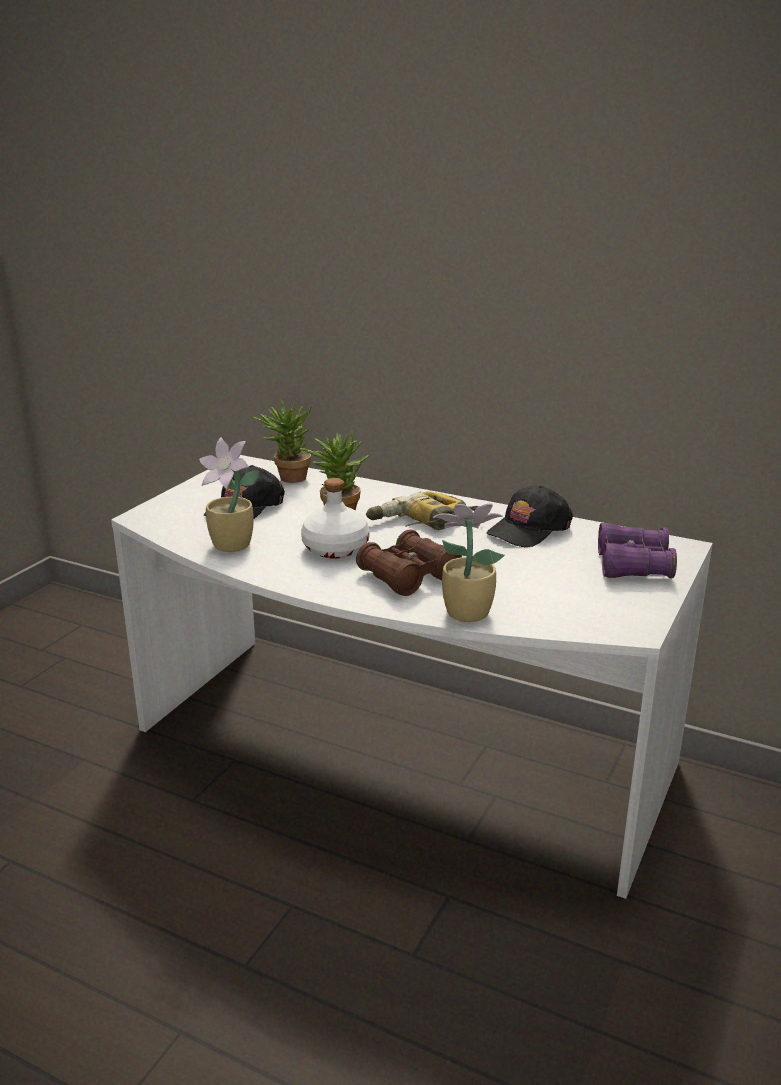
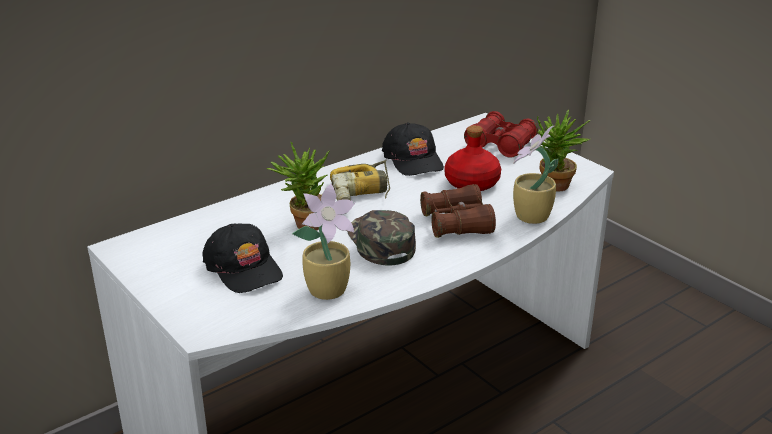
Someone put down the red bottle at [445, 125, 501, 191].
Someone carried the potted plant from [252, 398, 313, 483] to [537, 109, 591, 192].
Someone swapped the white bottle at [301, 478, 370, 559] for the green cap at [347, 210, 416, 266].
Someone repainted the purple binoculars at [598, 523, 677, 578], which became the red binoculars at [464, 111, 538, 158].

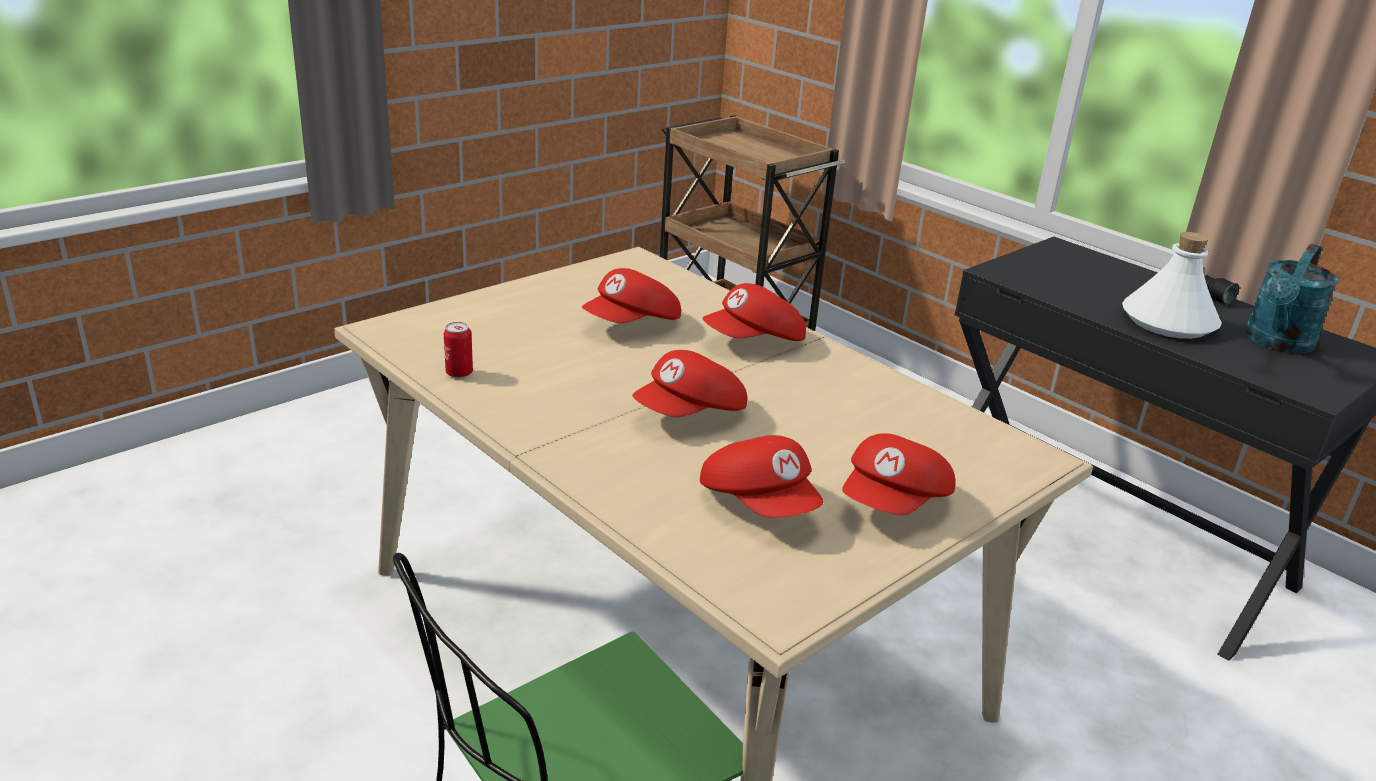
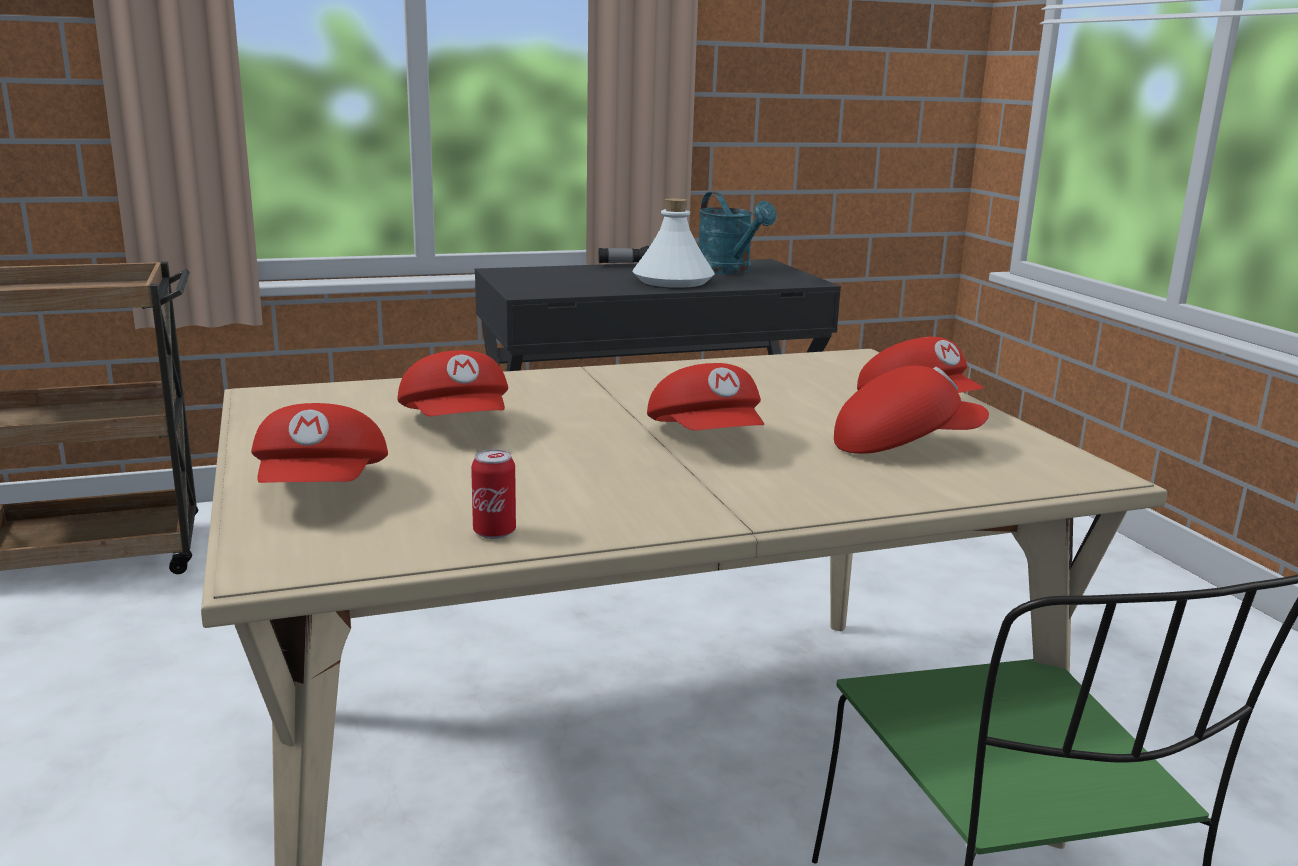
Someone carried the red cap from [703, 283, 806, 341] to [251, 403, 388, 483].

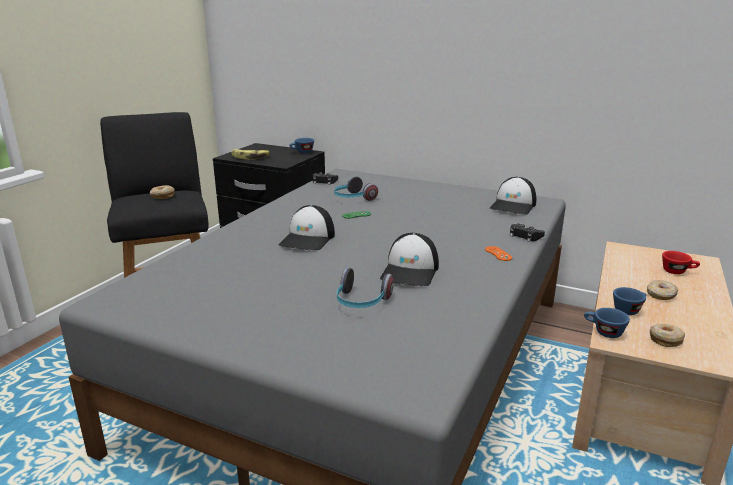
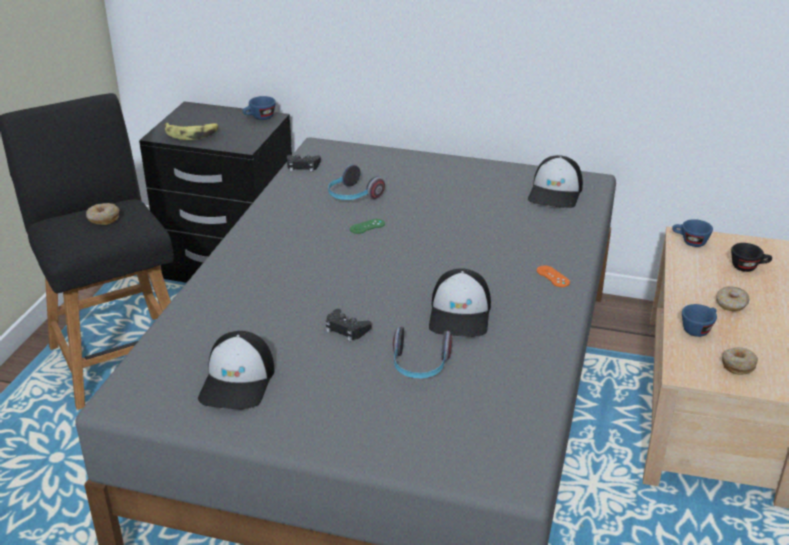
Someone carried the cap from [279, 205, 335, 250] to [198, 331, 275, 409].
Someone carried the black game controller from [510, 223, 545, 242] to [326, 309, 371, 341].
Someone carried the blue cup from [584, 308, 630, 338] to [672, 219, 713, 247].
Someone repainted the red cup at [662, 251, 700, 274], which became the black cup at [731, 243, 772, 272].

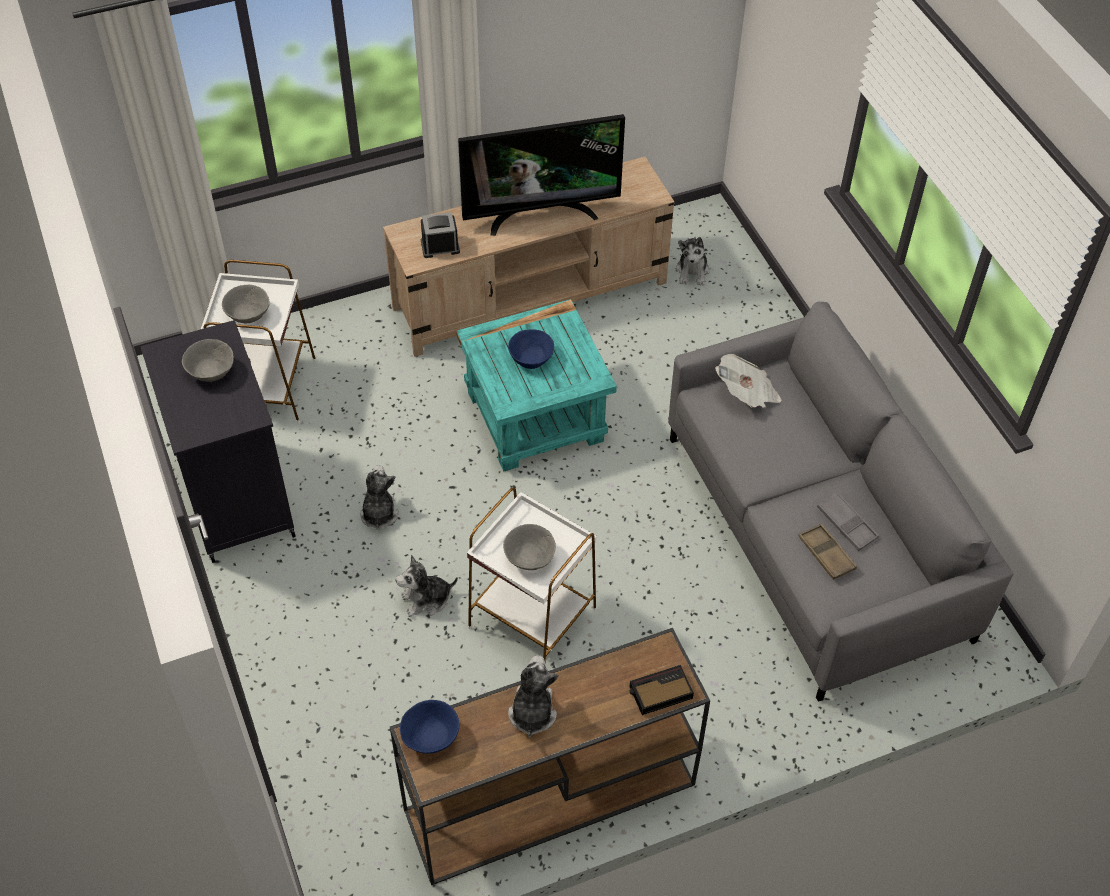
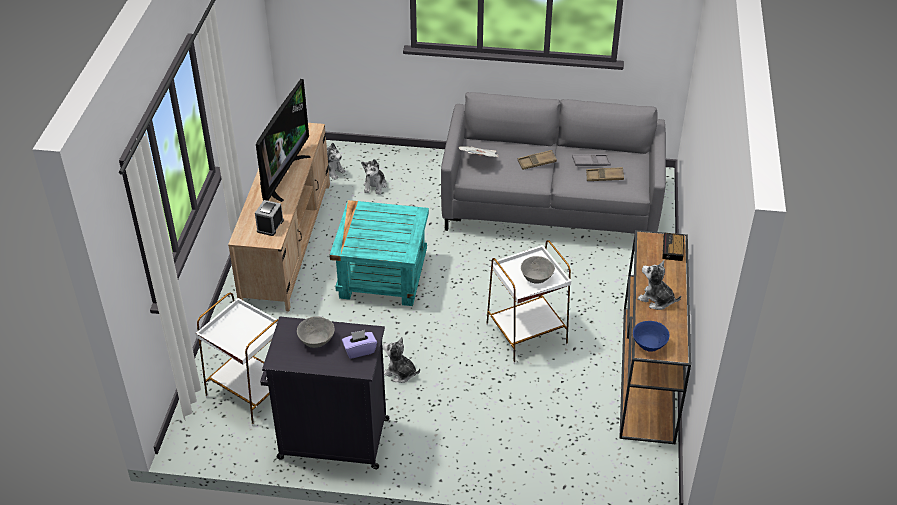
Someone took away the grey bowl at [222, 285, 270, 323].
Someone took away the blue bowl at [508, 329, 554, 369].
Someone put down the purple tissue box at [342, 330, 377, 359].
Someone put down the brown tray at [518, 150, 557, 170].
Someone carried the plush toy from [395, 555, 458, 617] to [361, 159, 387, 195].

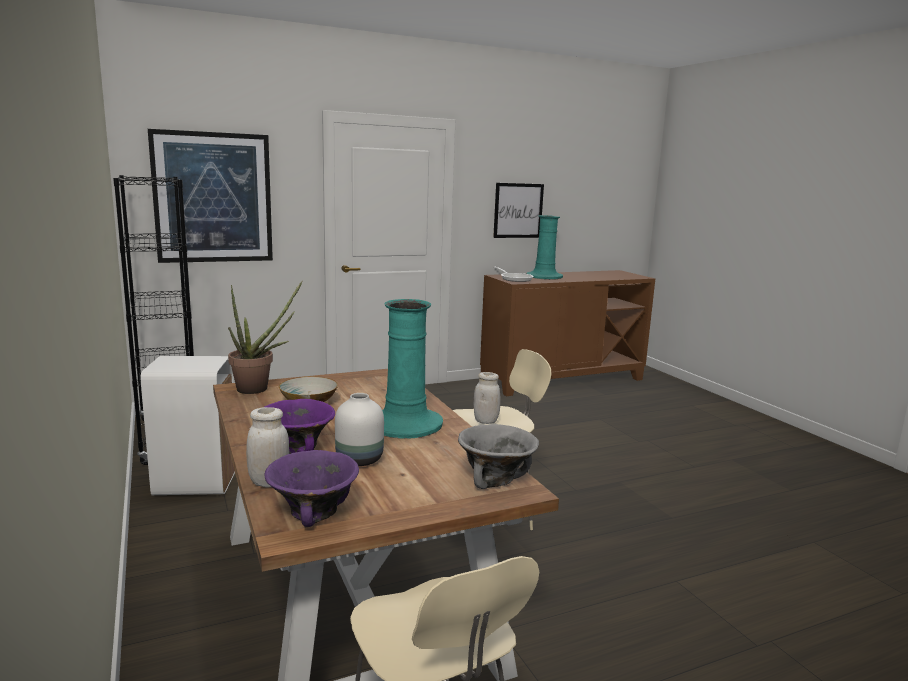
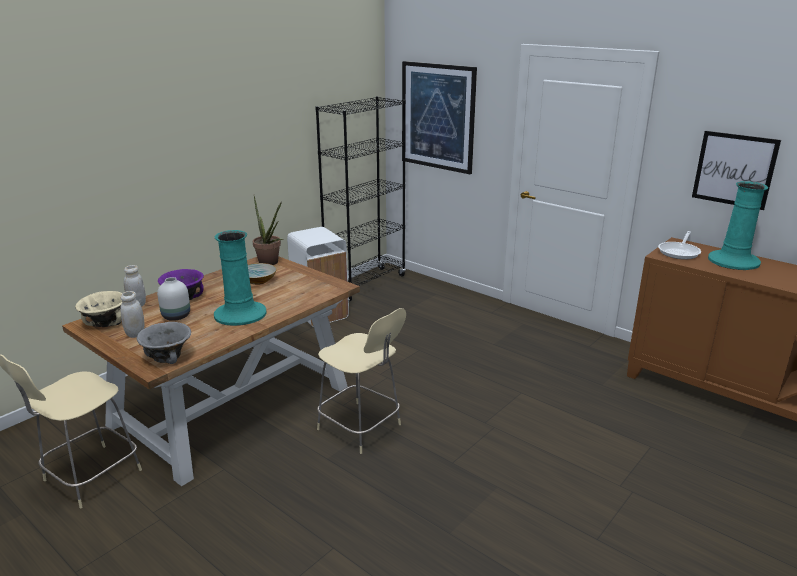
Someone carried the white jar from [474, 372, 501, 424] to [120, 291, 144, 338].
Someone repainted the purple bowl at [265, 450, 359, 527], which became the beige bowl at [75, 291, 122, 327].

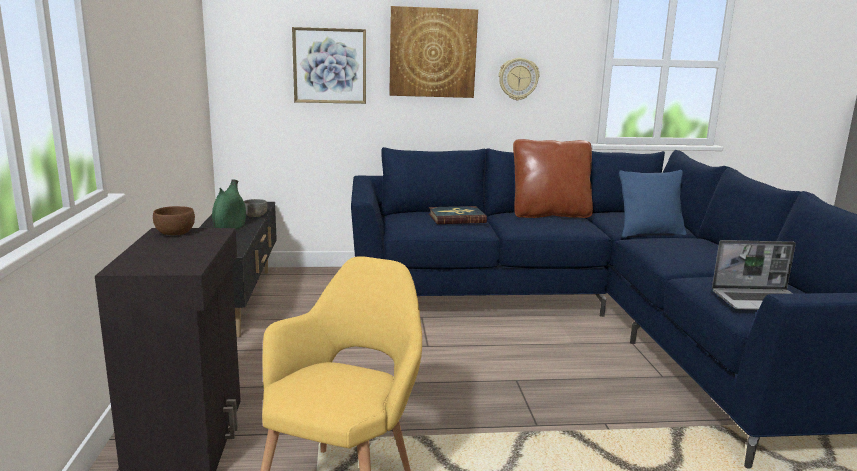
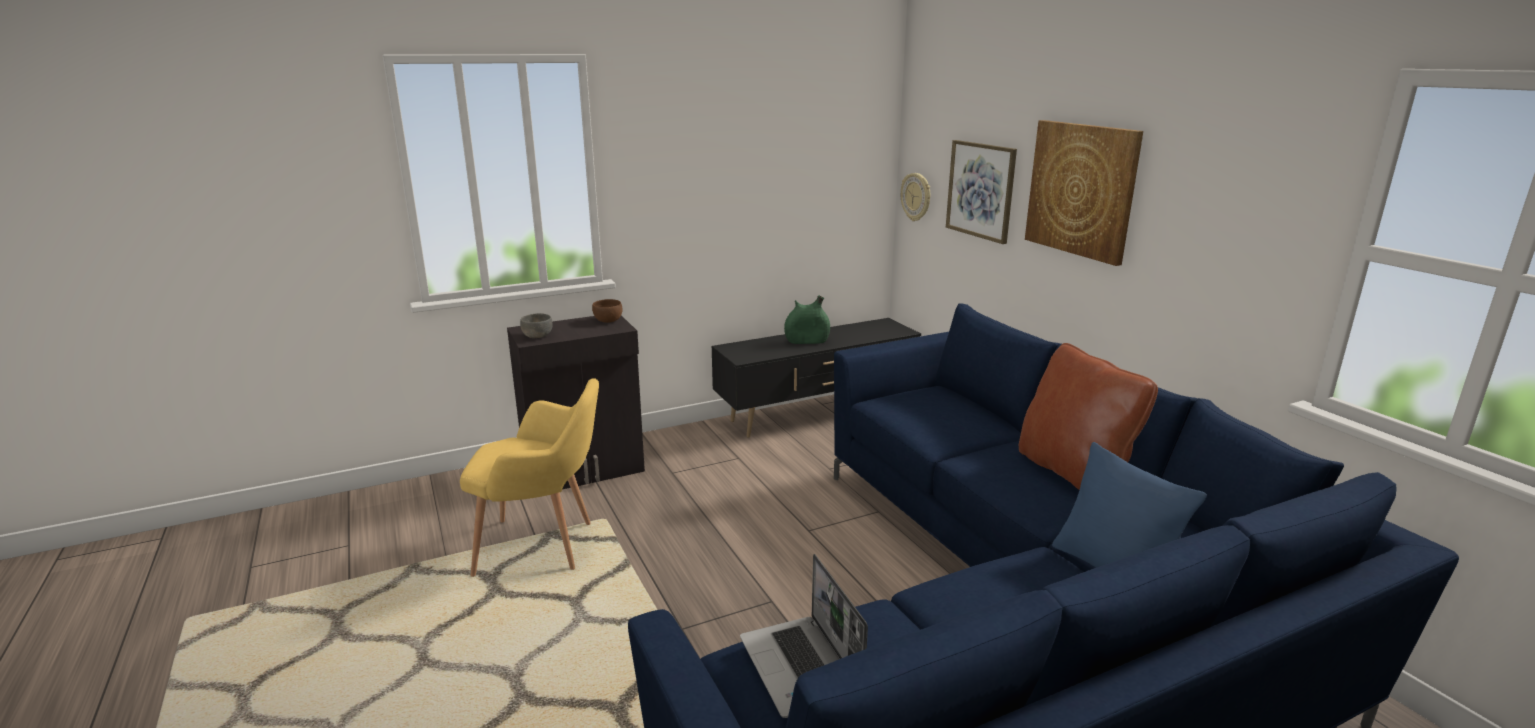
Someone took away the book at [429, 206, 487, 224].
Someone carried the grey bowl from [244, 199, 268, 217] to [520, 313, 553, 338].
Someone carried the wall clock from [499, 58, 539, 100] to [901, 173, 930, 221].

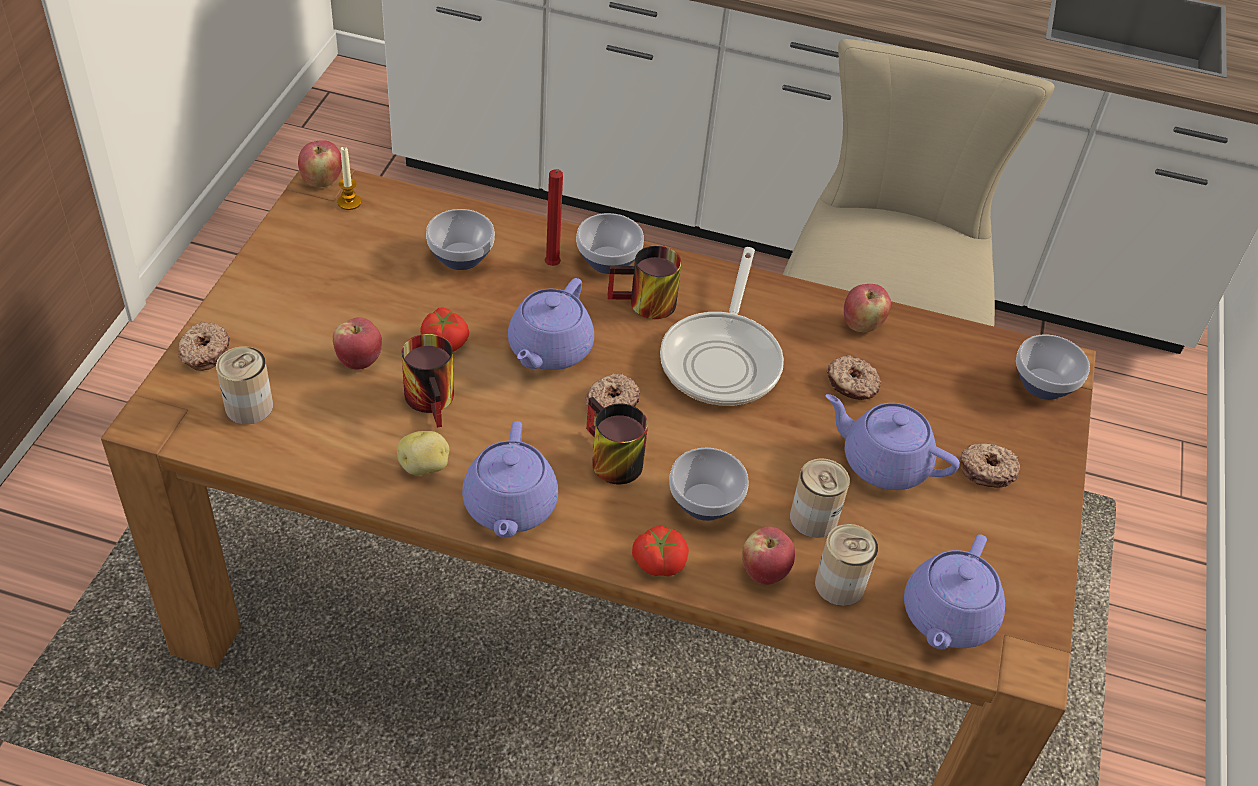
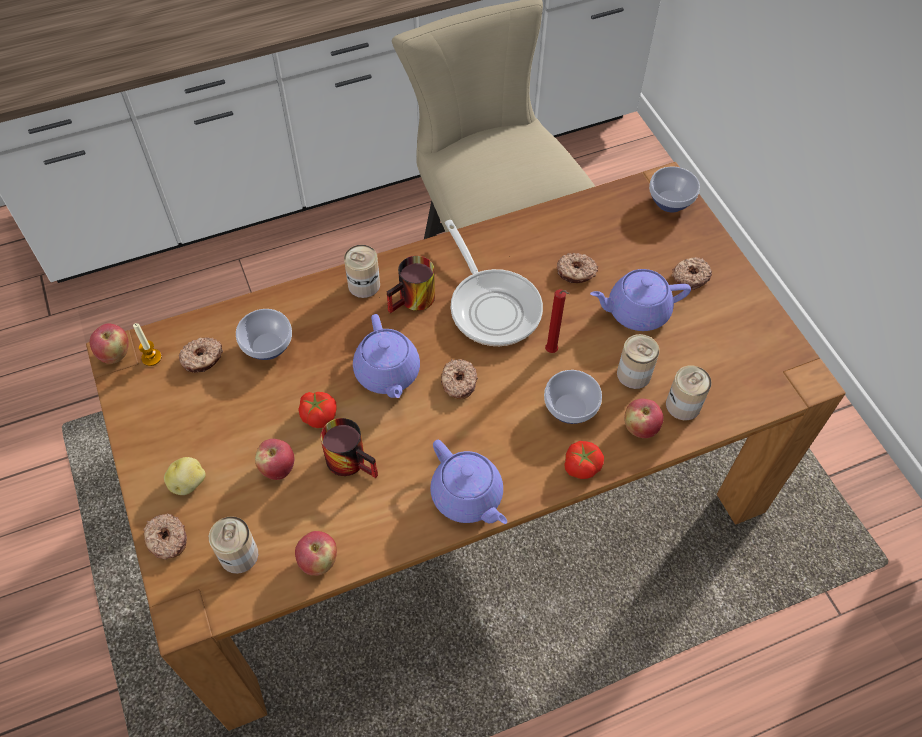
Someone took away the mug at [586, 397, 648, 484].
Someone took away the purple teapot at [904, 534, 1005, 650].
Someone put down the donut at [179, 337, 223, 373].
Someone carried the potato from [397, 431, 449, 475] to [164, 457, 206, 495].
Someone carried the red candle from [545, 169, 563, 266] to [545, 289, 570, 353].
Someone carried the apple from [844, 284, 891, 333] to [295, 531, 337, 576].
Someone swapped the bowl at [576, 213, 644, 274] for the can at [344, 245, 380, 298].

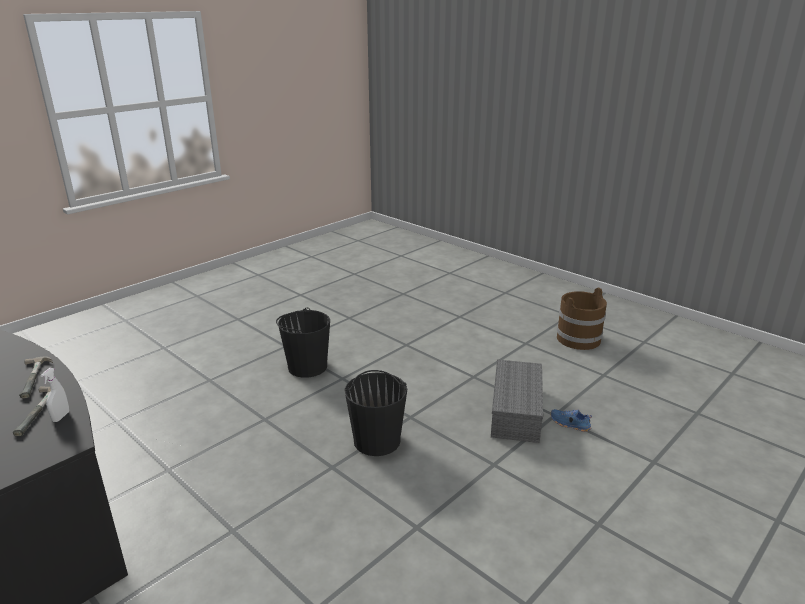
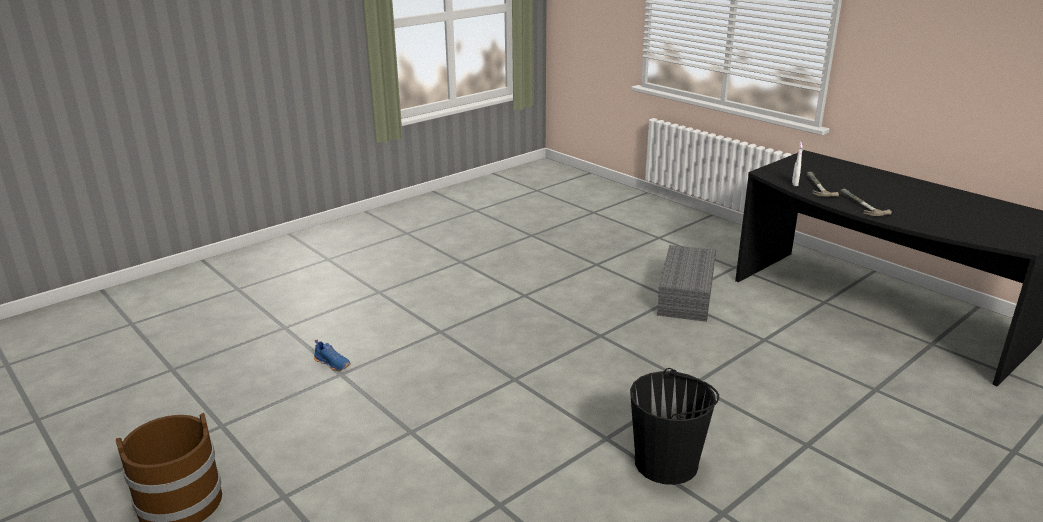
Someone took away the black bucket at [344, 370, 407, 456].
Someone carried the grey storage box from [491, 360, 543, 443] to [657, 245, 716, 322].

